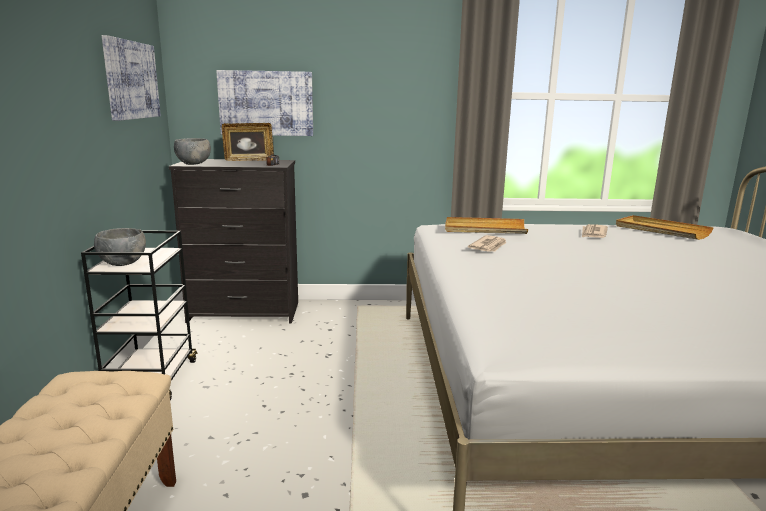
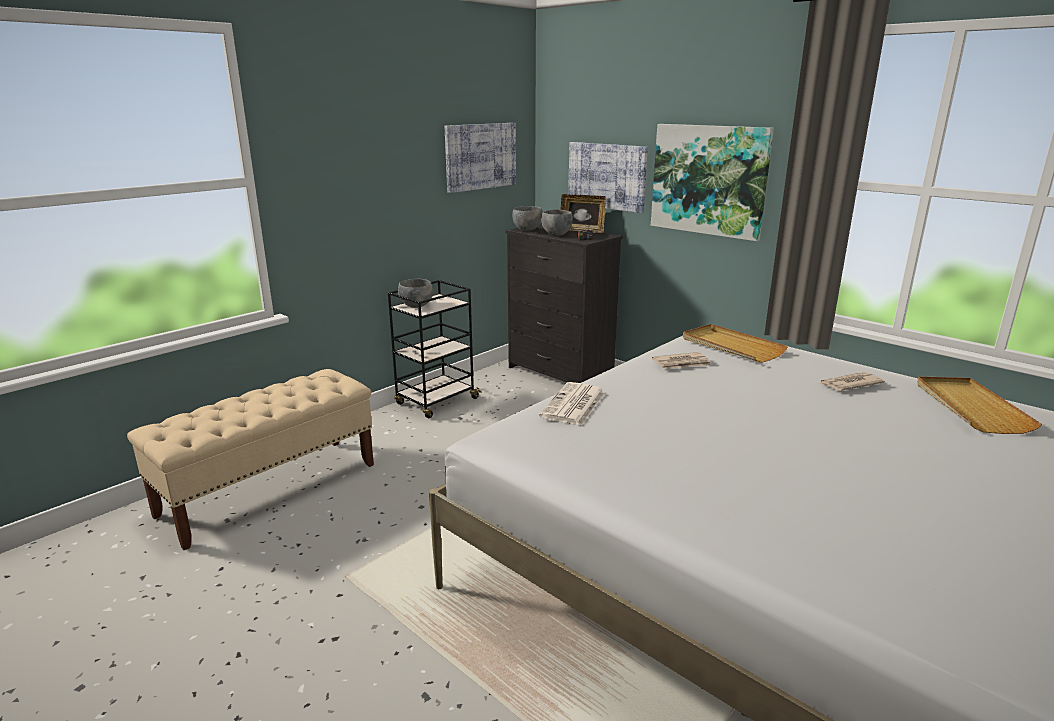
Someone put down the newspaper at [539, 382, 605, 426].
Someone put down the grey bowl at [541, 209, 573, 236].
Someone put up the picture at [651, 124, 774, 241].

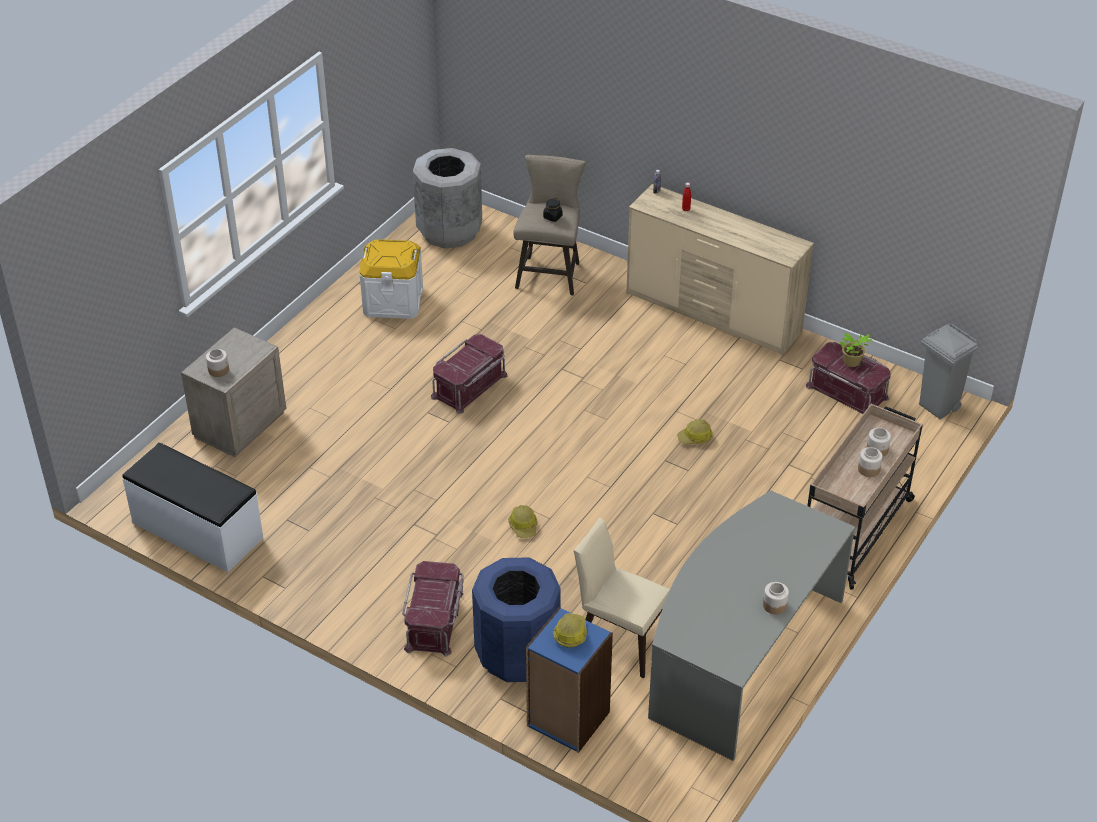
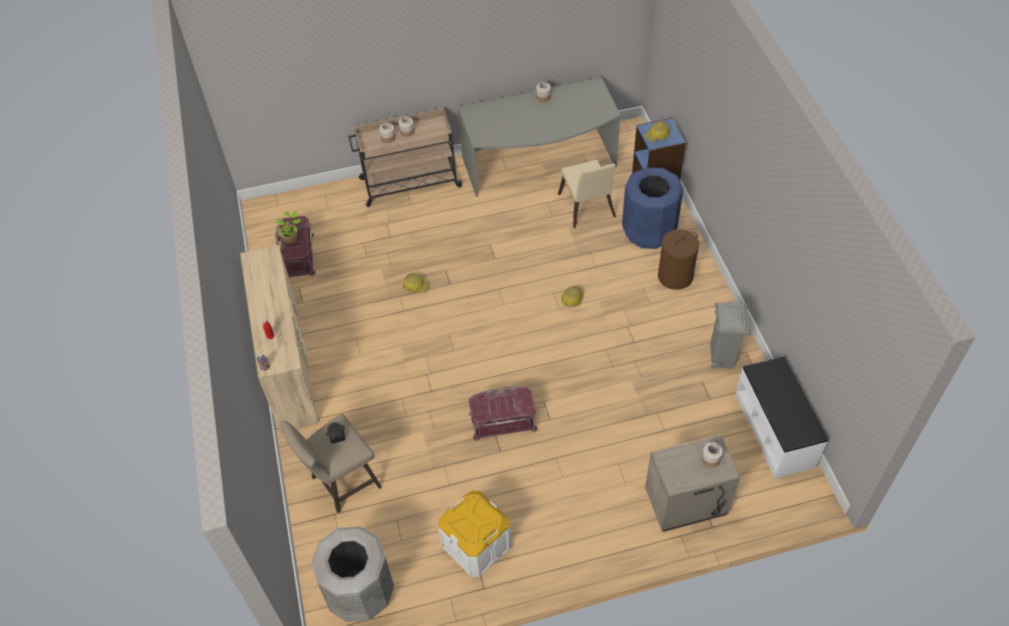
Someone carried the grey trash can from [919, 322, 979, 419] to [710, 302, 750, 370].
Someone swapped the red storage box at [402, 561, 464, 656] for the brown laundry basket at [658, 229, 699, 290].

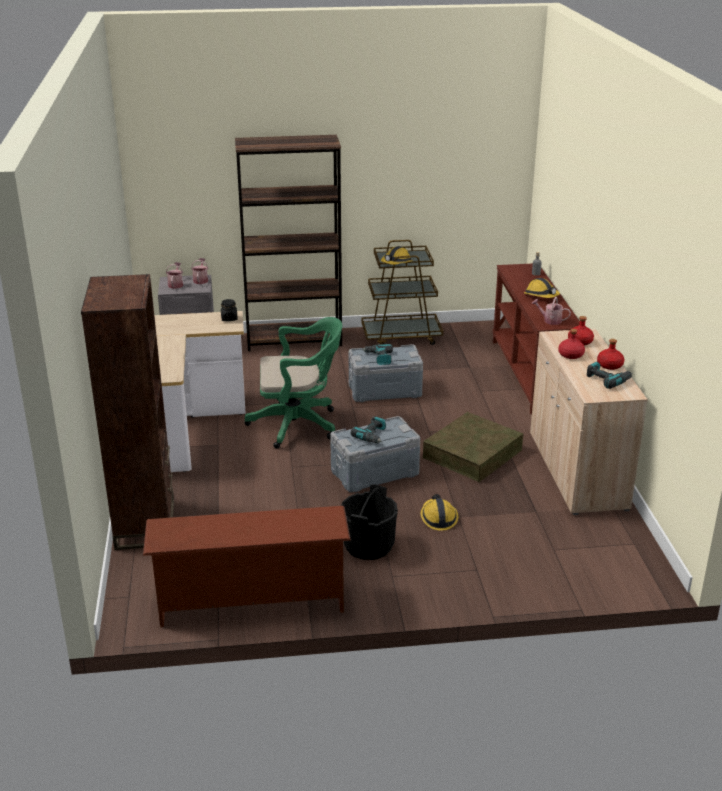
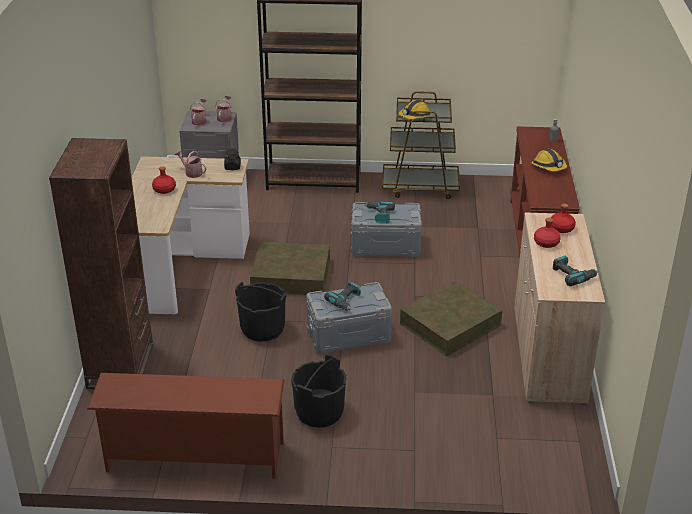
Someone took away the hard hat at [421, 494, 459, 531].
Someone put down the black bucket at [235, 282, 287, 341].
Someone carried the watering can from [531, 297, 571, 325] to [175, 150, 206, 178].
Someone carried the red bottle from [597, 339, 624, 370] to [152, 166, 176, 194].
Someone swapped the green office chair at [245, 317, 342, 449] for the brown storage box at [250, 242, 330, 295].

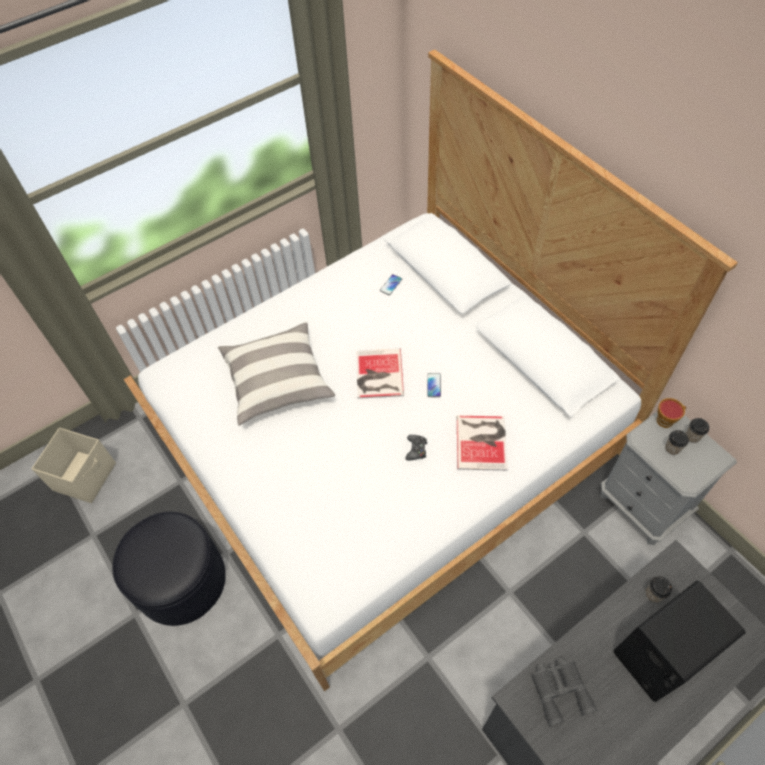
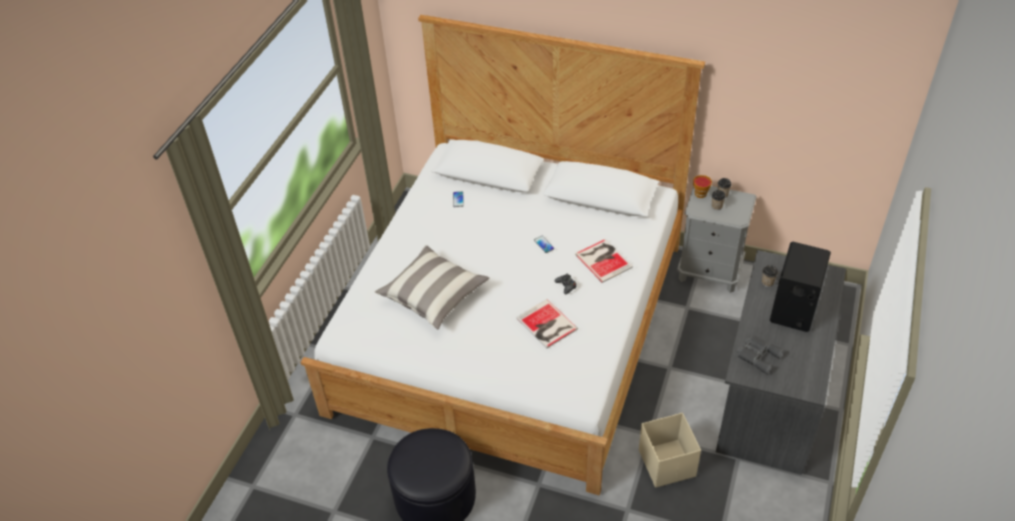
Someone carried the beige storage box from [32, 428, 116, 503] to [639, 413, 701, 488].
Someone carried the book from [356, 349, 404, 399] to [516, 299, 578, 349].

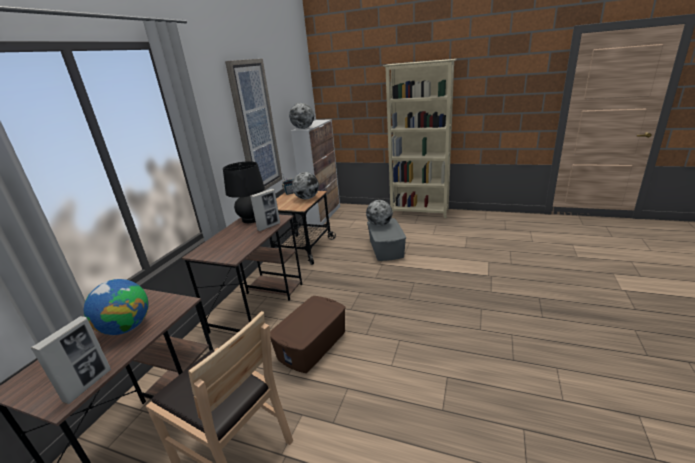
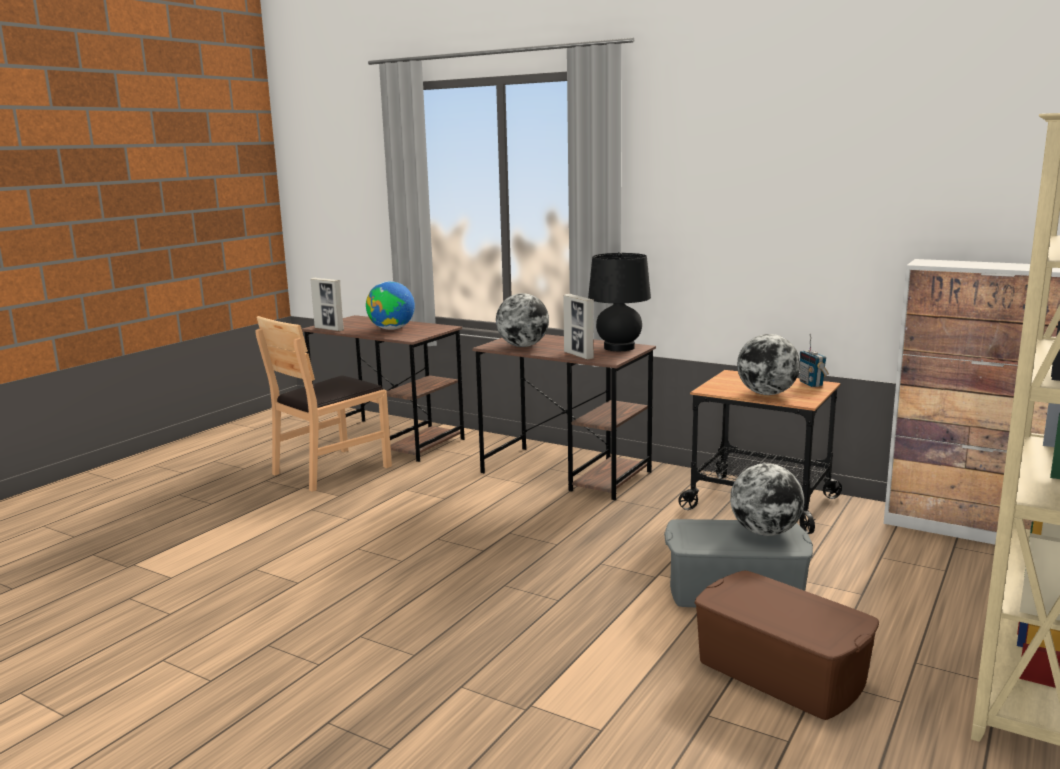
Someone took away the picture at [225, 59, 282, 192].
Someone carried the brown storage box from [270, 296, 346, 373] to [695, 571, 879, 720].
Someone carried the globe from [289, 103, 314, 129] to [496, 293, 549, 347].

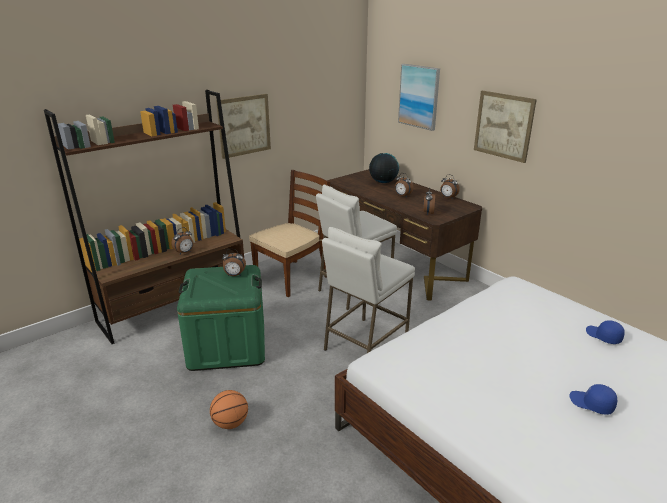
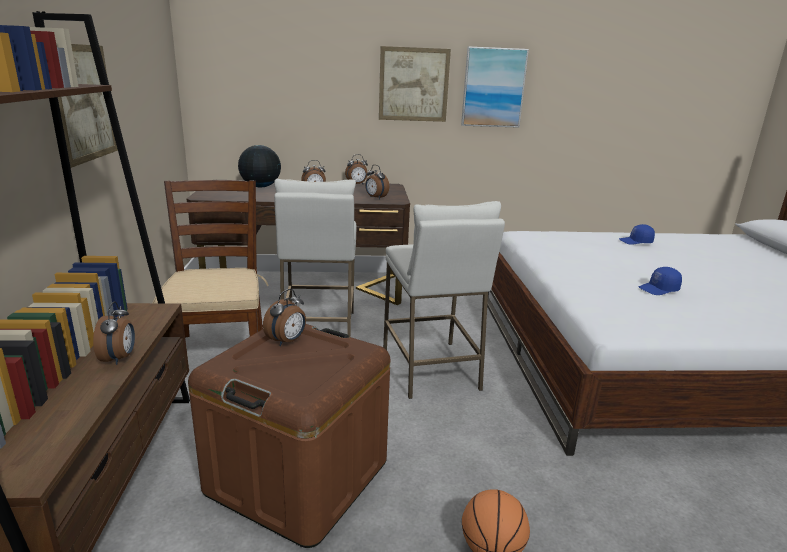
Someone carried the picture from [398, 64, 440, 131] to [461, 46, 529, 128].
Someone carried the blue cap from [569, 384, 617, 415] to [639, 267, 682, 295].
Someone repainted the green storage box at [177, 265, 265, 371], which became the brown storage box at [188, 324, 390, 548].

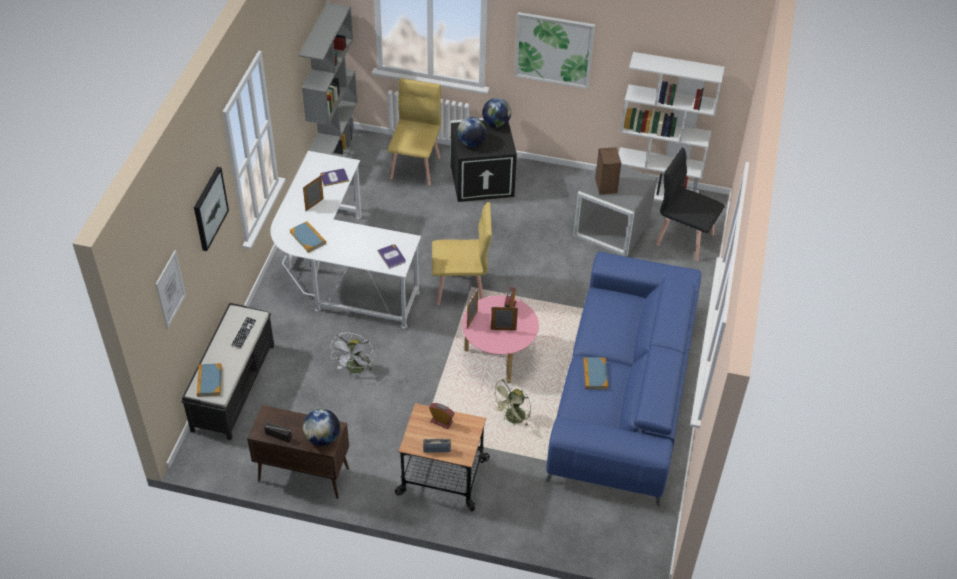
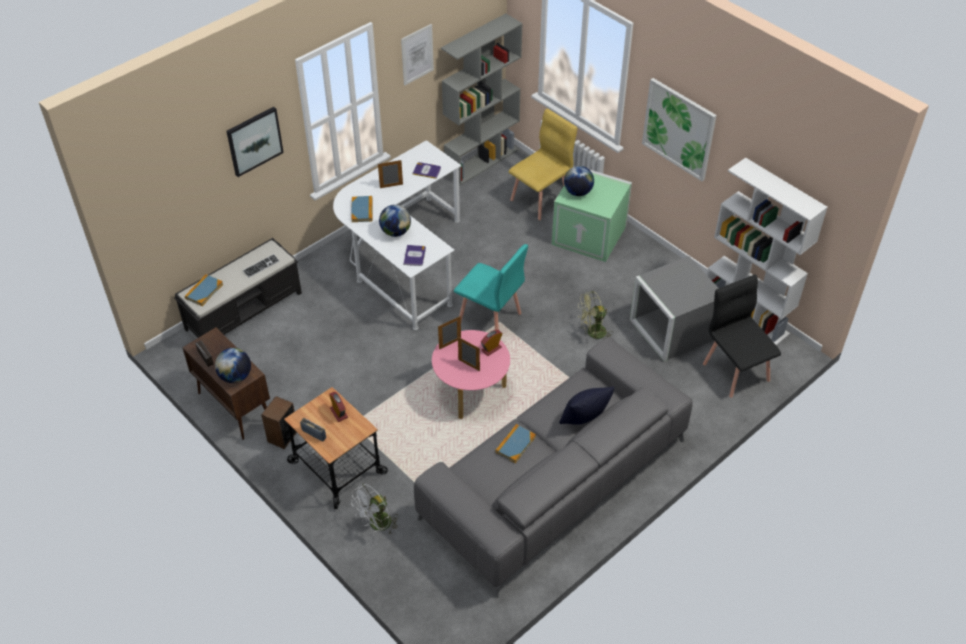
Someone put down the black pillow at [559, 387, 614, 425].
Someone carried the picture from [155, 250, 186, 329] to [401, 24, 434, 85].
Someone carried the white fan from [330, 333, 375, 373] to [351, 483, 398, 535].
Someone carried the globe from [482, 98, 511, 127] to [379, 205, 411, 237].
Someone carried the green fan from [490, 379, 531, 426] to [578, 291, 613, 339].
Someone carried the speaker from [595, 147, 621, 194] to [261, 396, 297, 449].
Someone repainted the yellow chair at [432, 202, 492, 305], which became the turquoise chair at [454, 244, 528, 330].
Someone repainted the black storage box at [450, 118, 517, 202], which became the green storage box at [552, 169, 632, 262].
Someone repainted the blue sofa at [546, 252, 701, 506], which became the grey sofa at [414, 337, 693, 597].

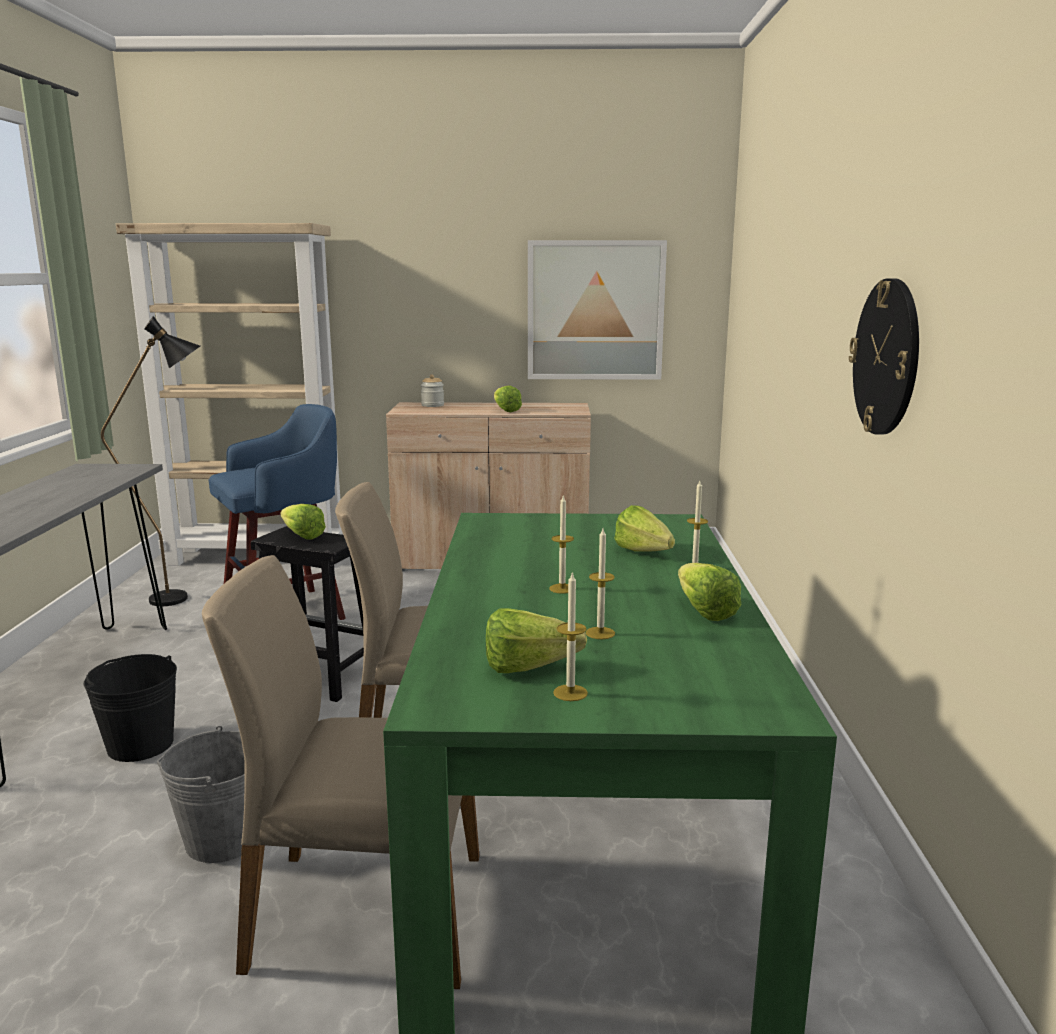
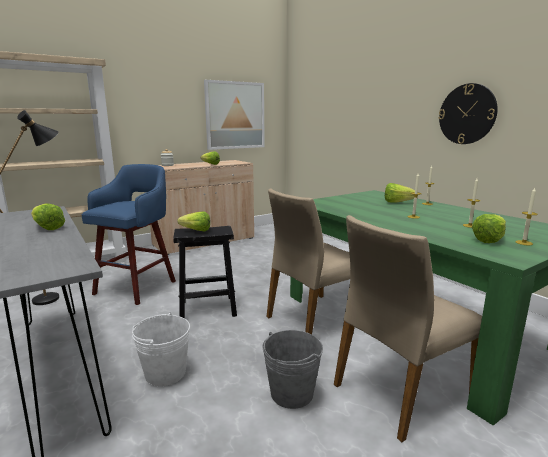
Someone carried the lettuce from [678, 563, 741, 621] to [31, 204, 65, 230].
Someone repainted the black bucket at [84, 654, 177, 762], which became the white bucket at [132, 312, 190, 387].

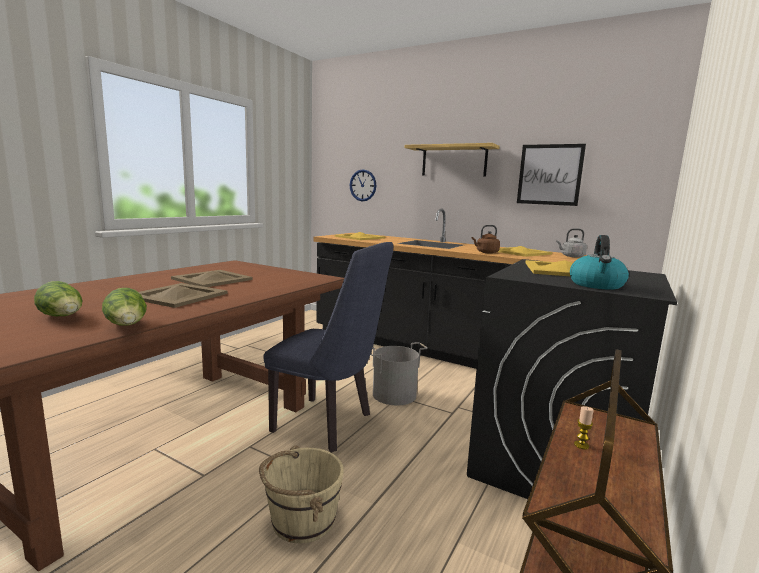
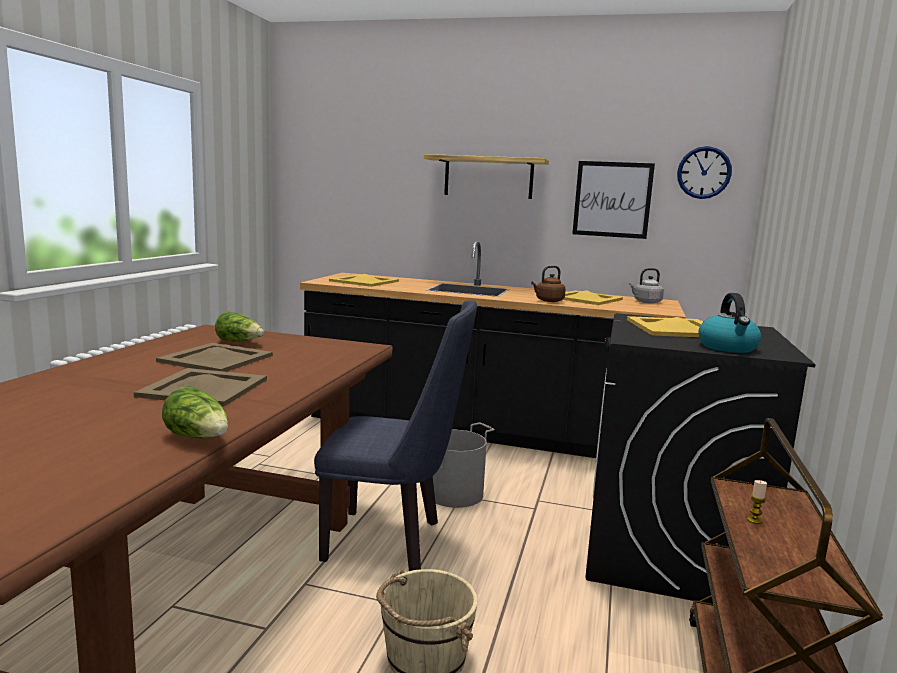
Someone carried the lettuce from [34, 281, 82, 316] to [215, 312, 264, 342].
Someone carried the wall clock from [350, 169, 376, 201] to [677, 146, 732, 199].

